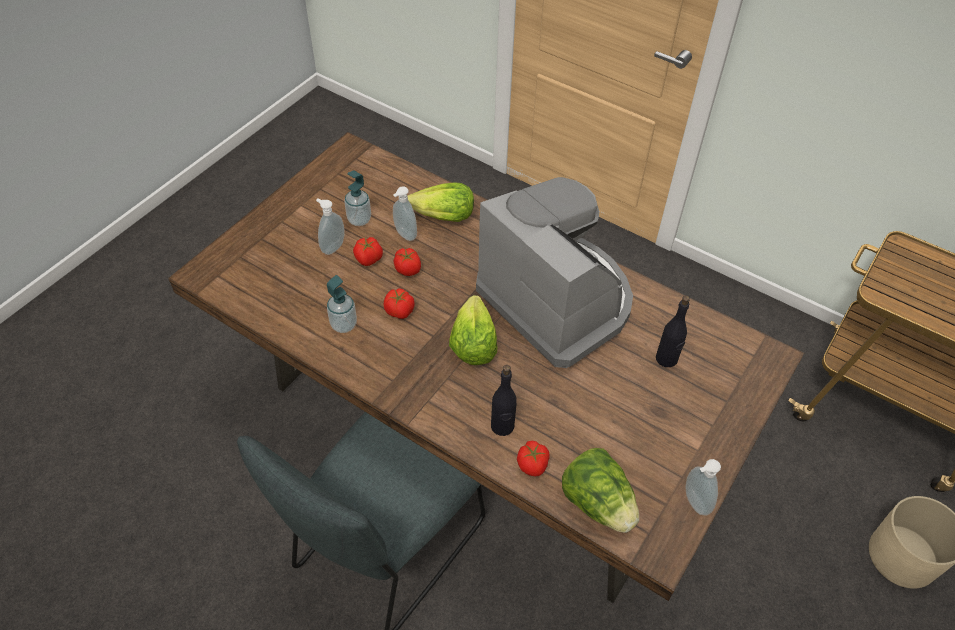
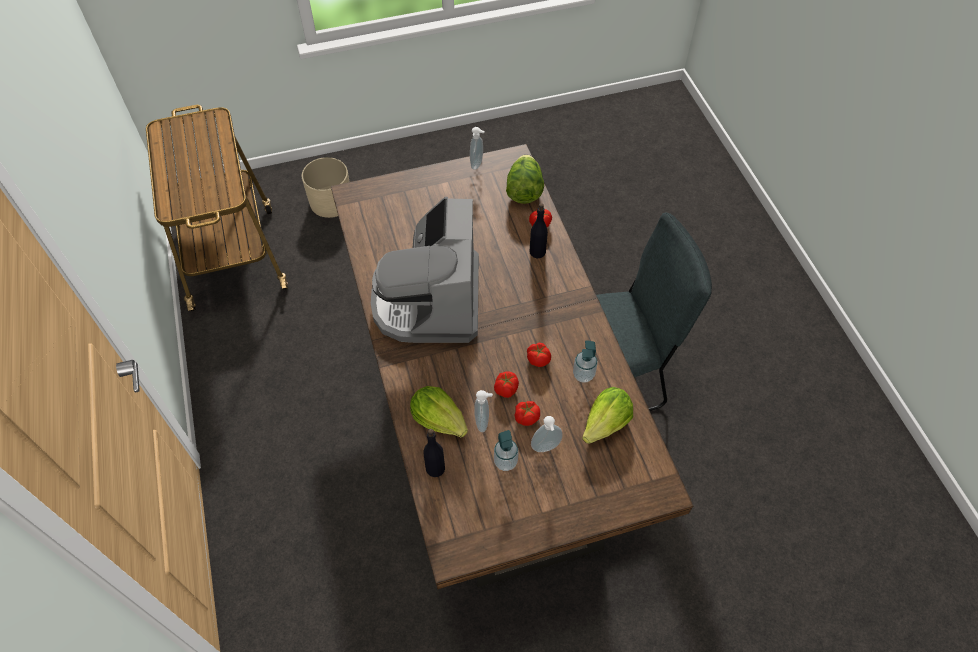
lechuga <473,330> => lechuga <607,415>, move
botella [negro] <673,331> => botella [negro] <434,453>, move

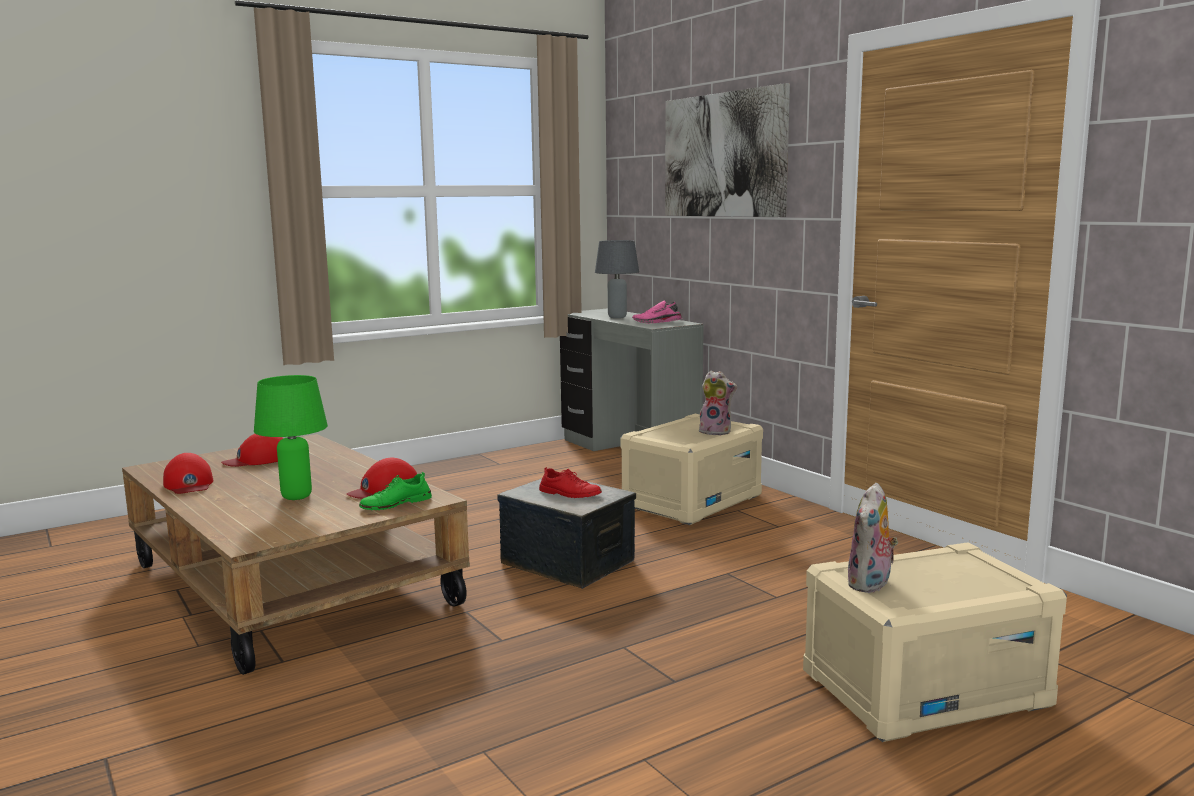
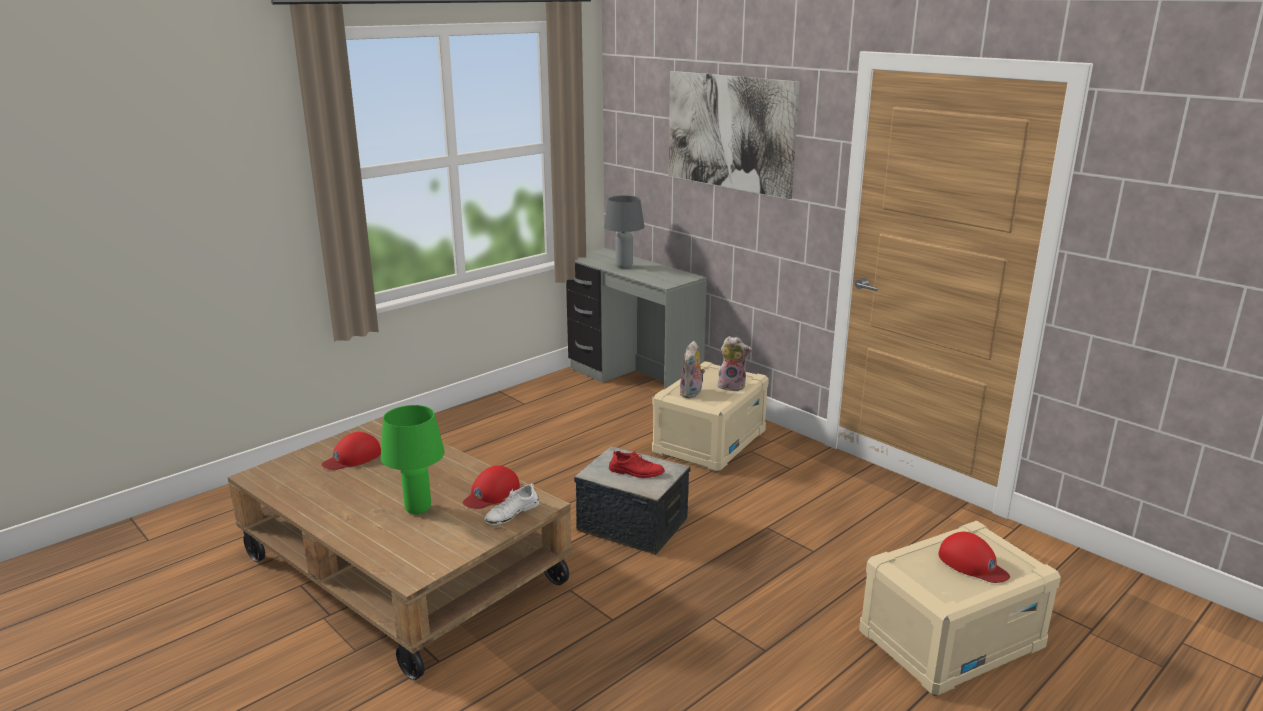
gorra [rojo] <188,473> => gorra [rojo] <974,557>, move
zapato [verde] <395,491> => zapato [blanco] <511,504>
zapato [rosa] <657,312> => nothing
peluche <873,537> => peluche <692,369>, move

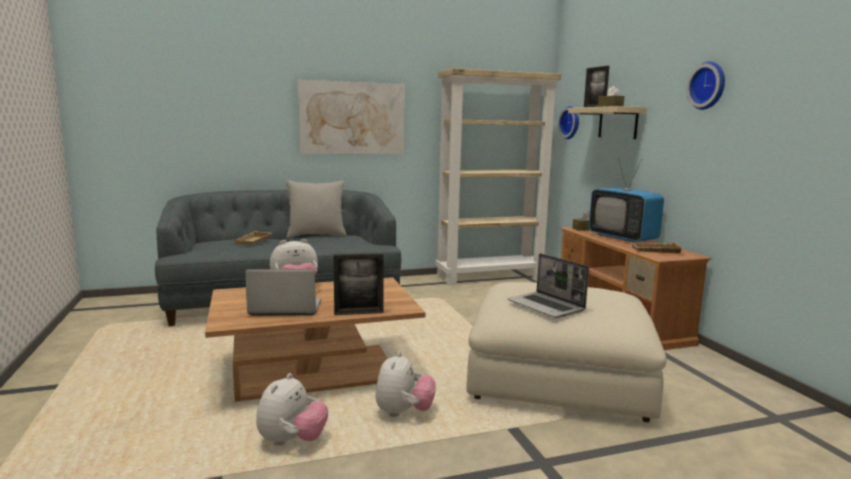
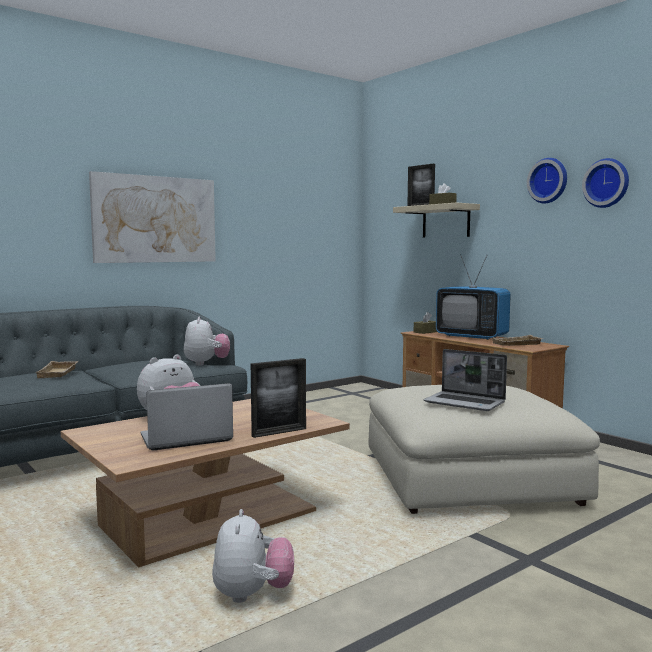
cojín [gris] <316,209> => nothing
peluche <405,384> => peluche <207,341>, move
estantería [beis] <498,176> => nothing
reloj de pared <568,122> => reloj de pared <605,183>, move

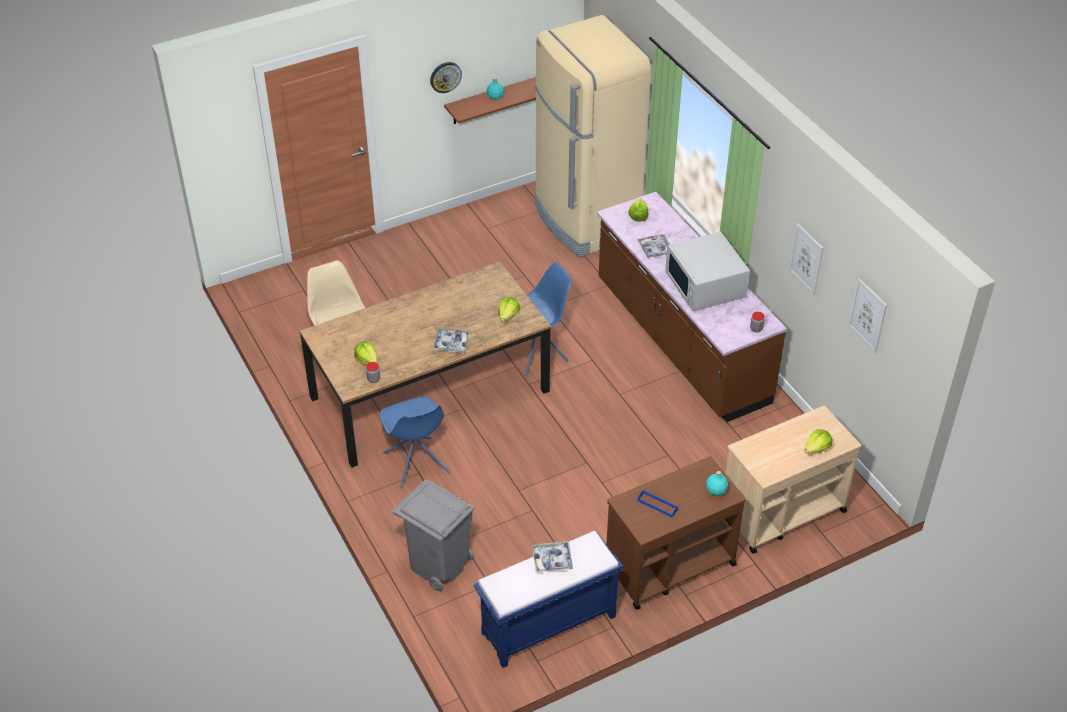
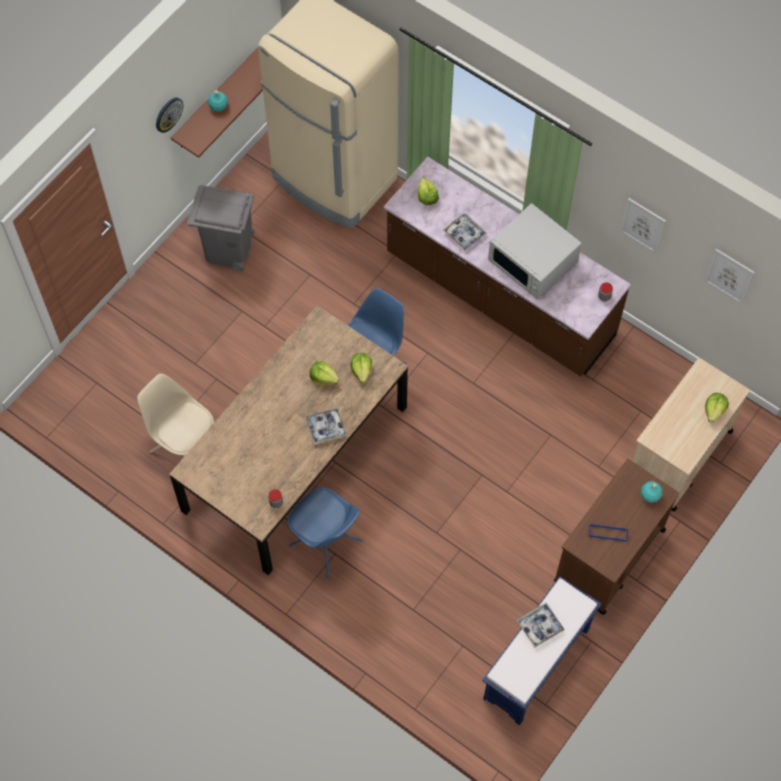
lechuga <365,353> => lechuga <325,373>, move
papelera [gris] <434,535> => papelera [gris] <221,228>, move

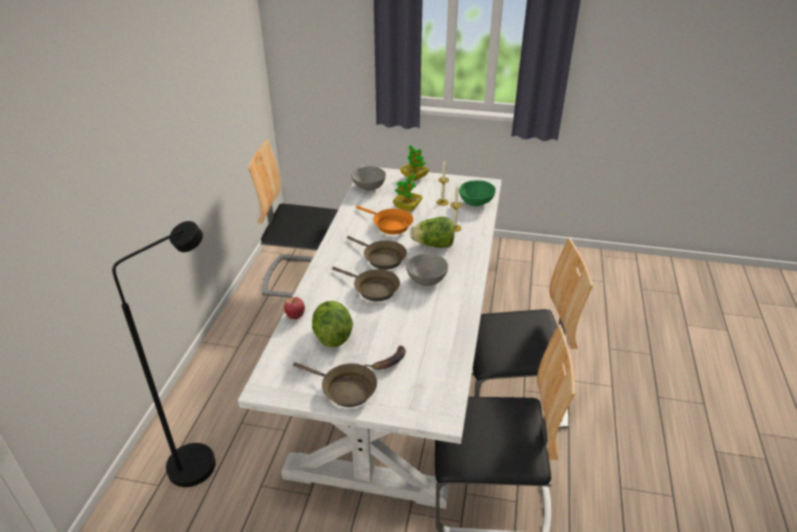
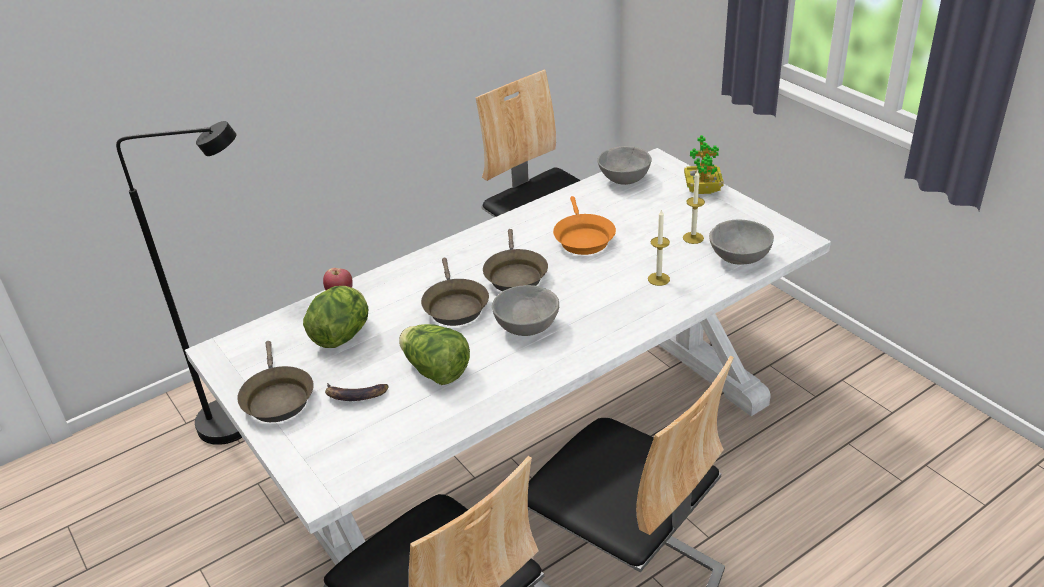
planta en maceta <407,192> => nothing
lechuga <432,232> => lechuga <434,354>, move
cuenco [verde] <477,193> => cuenco [gris] <741,242>

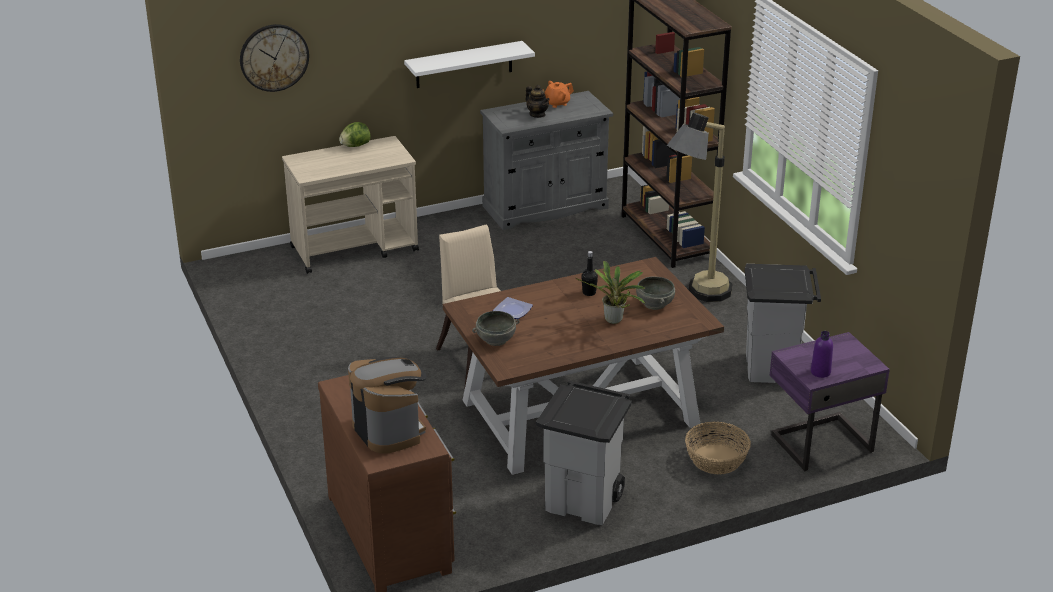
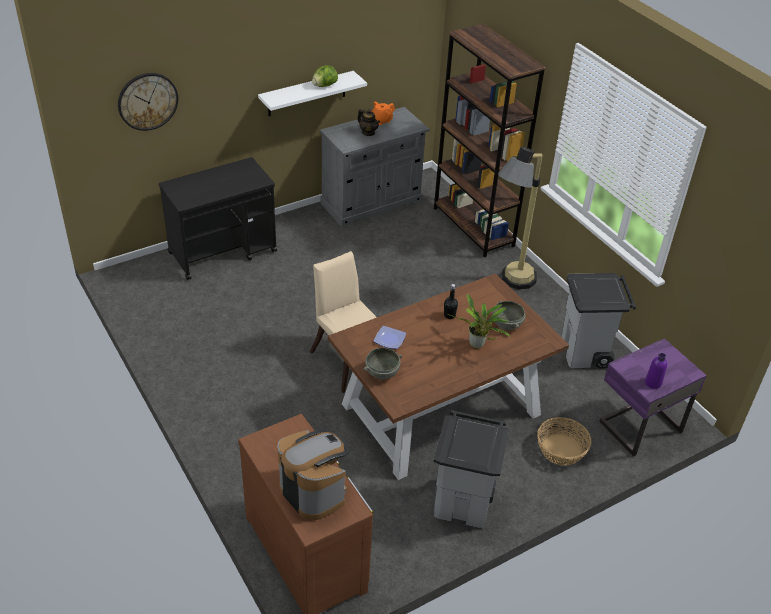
carrito [beis] <350,205> => carrito [negro] <218,218>
lechuga <355,134> => lechuga <325,76>, move

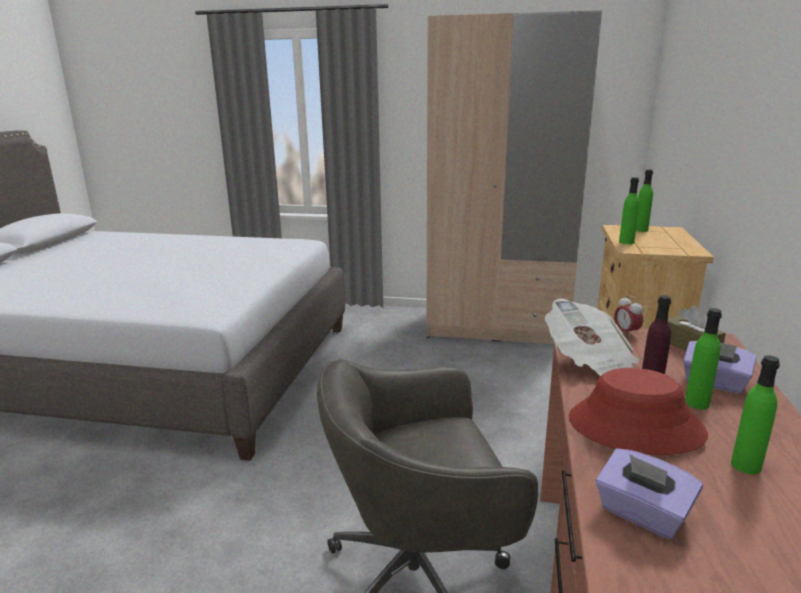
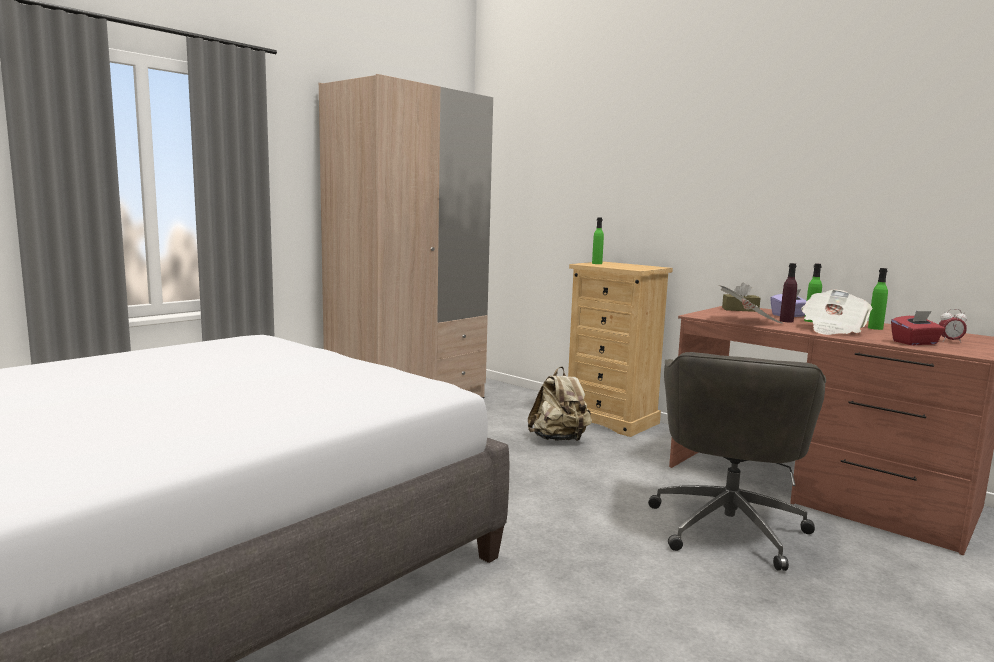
sombrero [rojo] <638,411> => periódico <837,312>
caja de pañuelos [morado] <649,494> => caja de pañuelos [rojo] <918,328>
despertador <628,316> => despertador <953,326>, move
botella [verde] <629,210> => nothing
nothing => mochila [beis] <560,404>

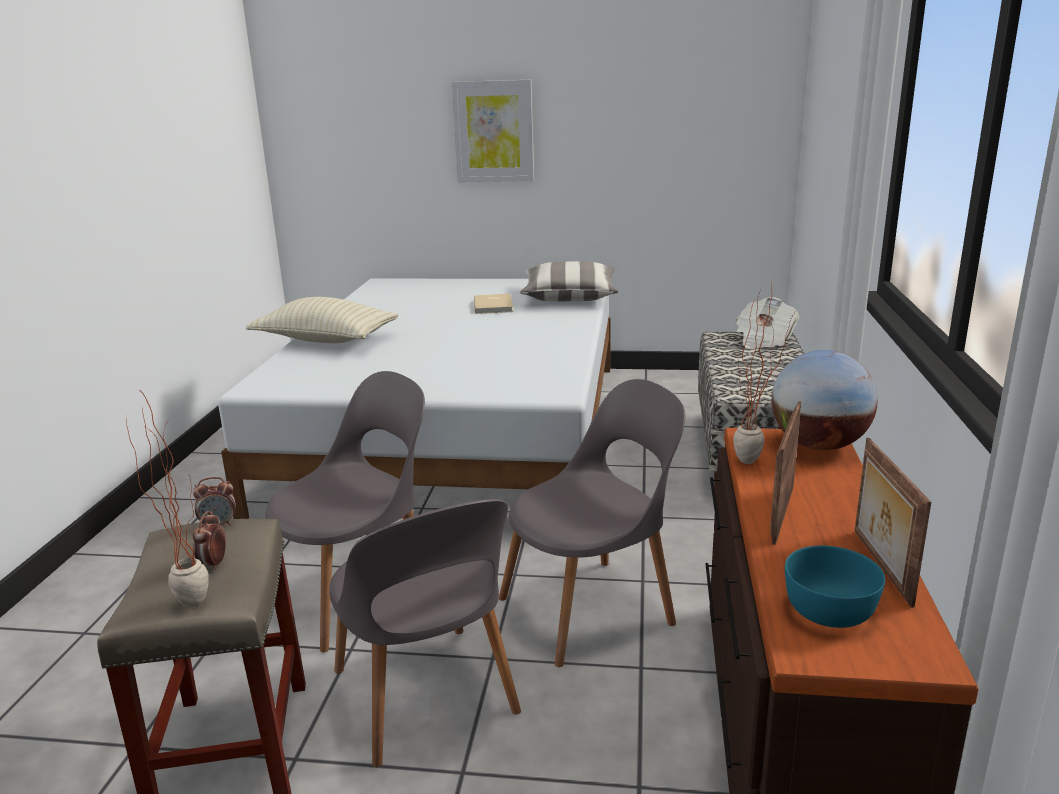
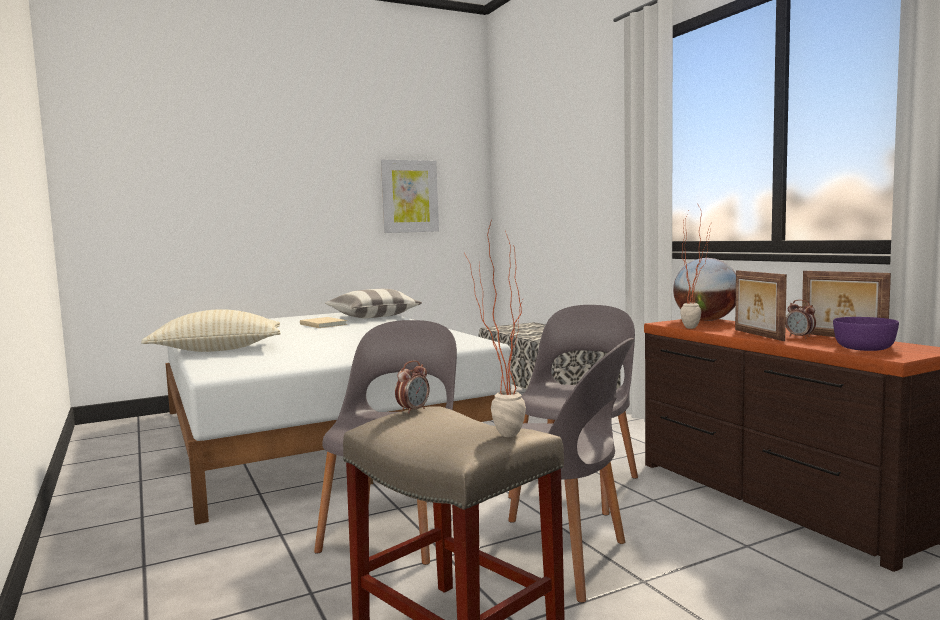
despertador <209,540> => despertador <801,319>, move
cuadro <493,131> => cuadro <410,196>, move
periódico <768,323> => nothing
cuenco [turquesa] <835,587> => cuenco [morado] <866,334>

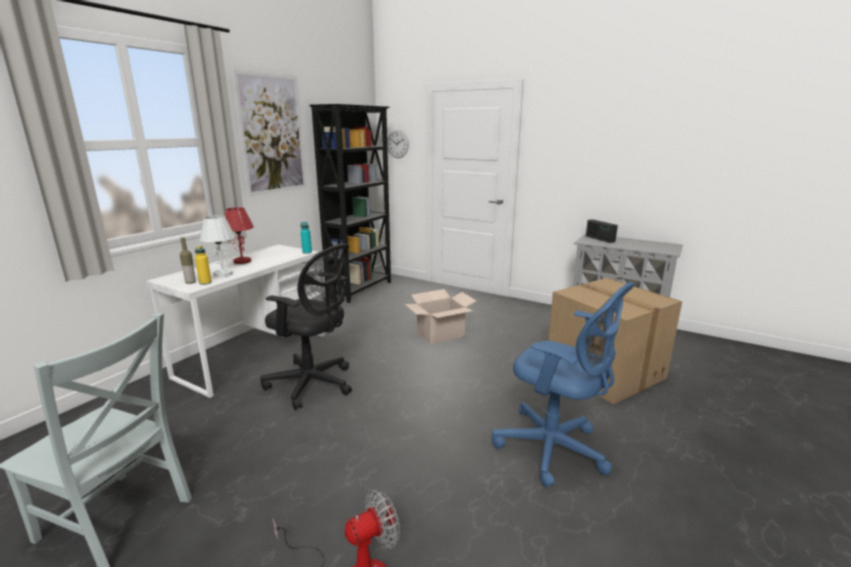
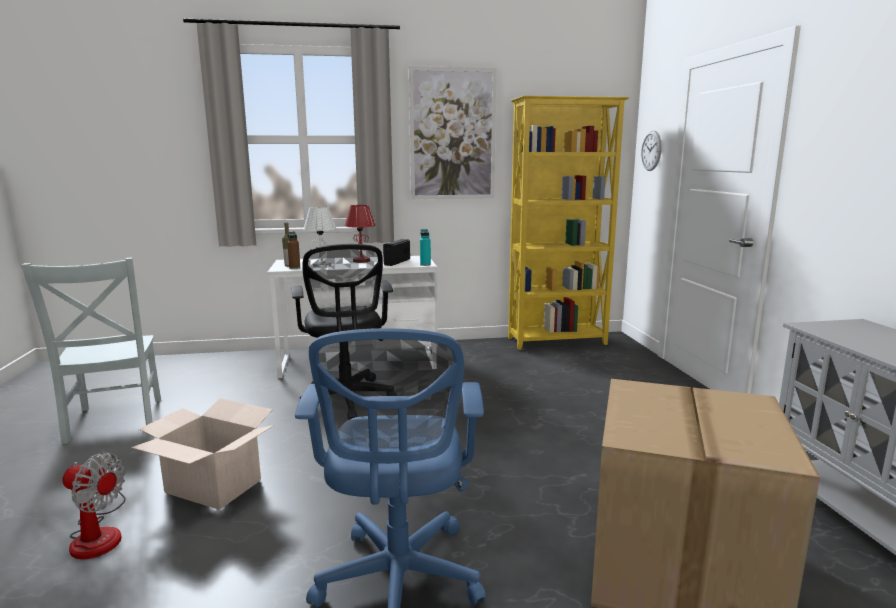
botella [amarillo] <203,265> => botella [marrón] <293,250>
estantería [negro] <350,203> => estantería [amarillo] <569,223>
caja de cartón <440,316> => caja de cartón <202,454>, move
radio <602,231> => radio <396,252>, move

